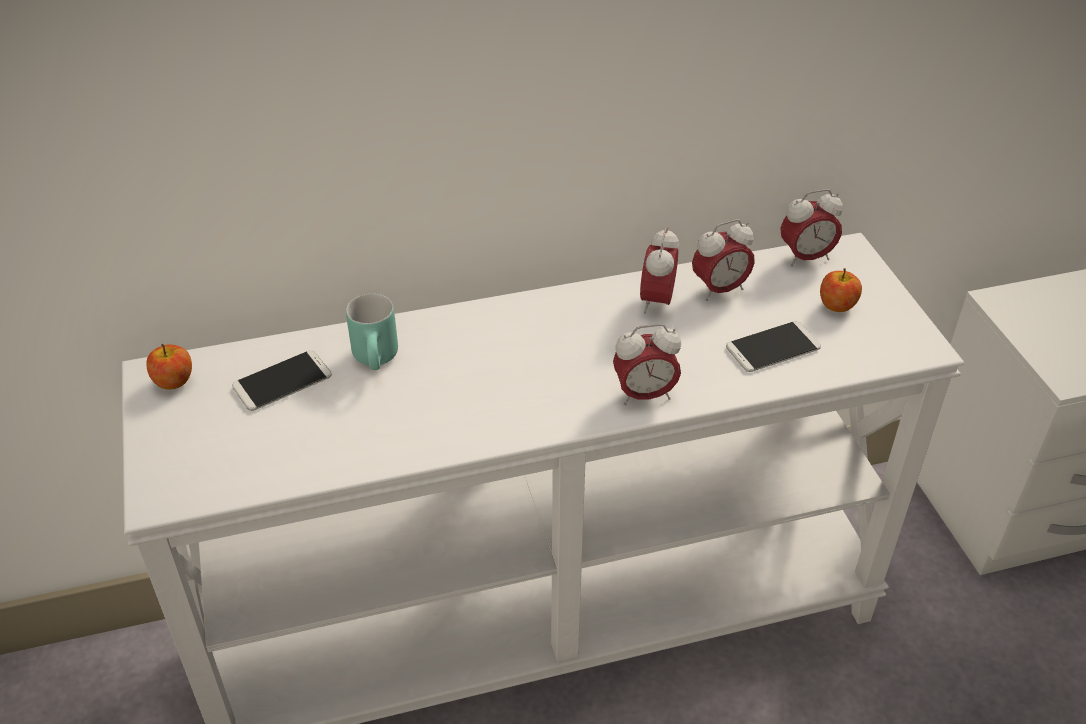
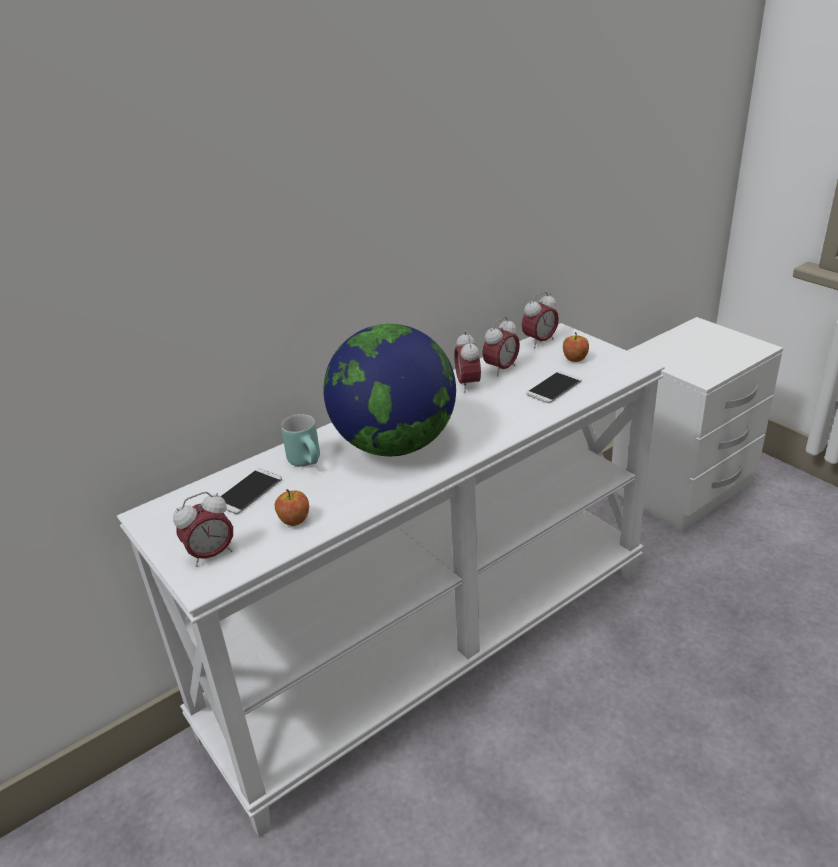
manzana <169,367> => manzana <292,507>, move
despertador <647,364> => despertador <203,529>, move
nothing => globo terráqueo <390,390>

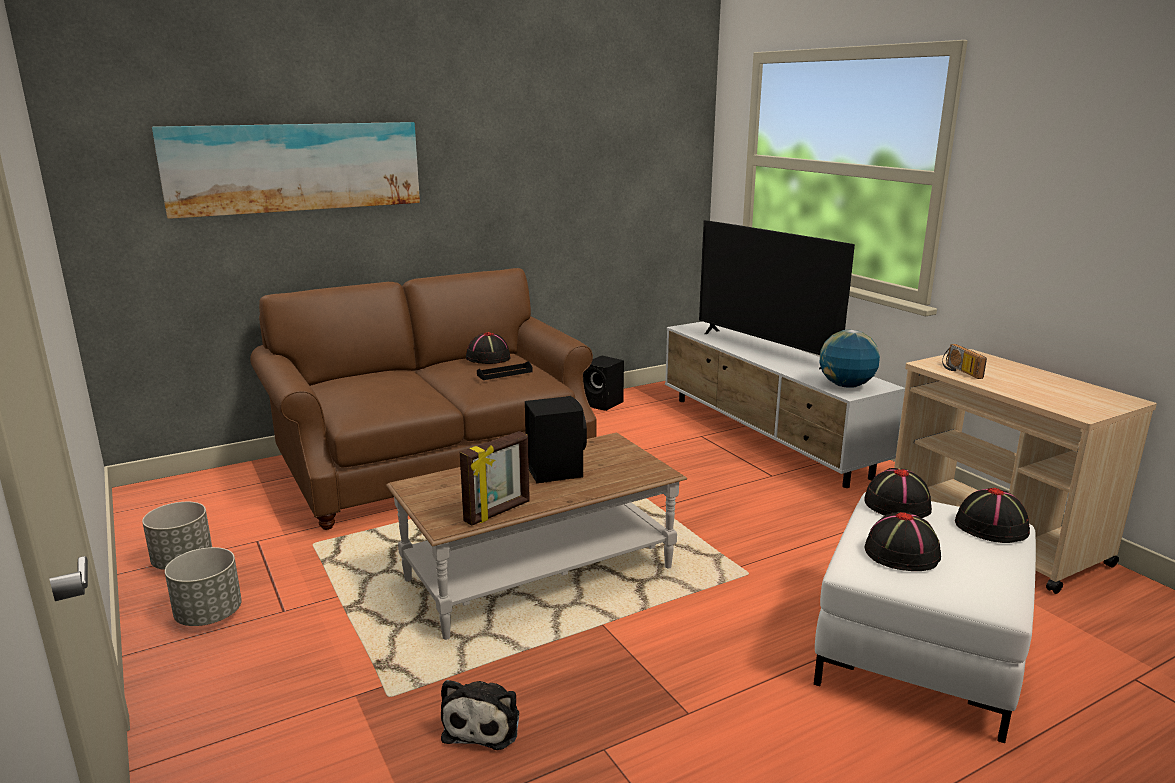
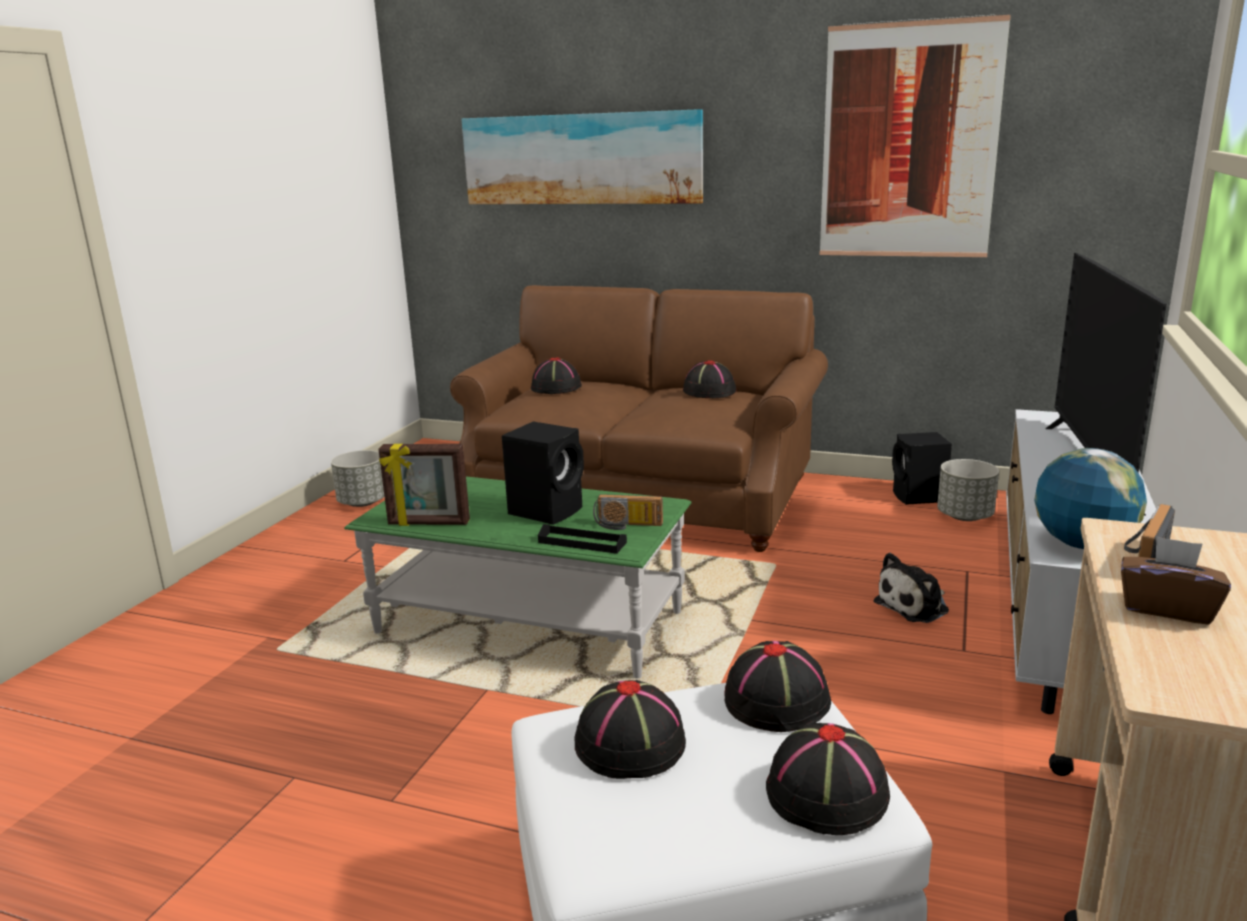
maceta [gris] <203,586> => maceta [gris] <968,490>, move
mesa de centro [marrón] <536,536> => mesa de centro [verde] <518,577>
peluche <480,715> => peluche <911,588>, move
bandeja [negro] <505,370> => bandeja [negro] <582,539>, move
nothing => sombrero [negro] <556,375>
nothing => radio <628,512>
nothing => cuadro <915,136>
nothing => caja de pañuelos [marrón] <1176,580>

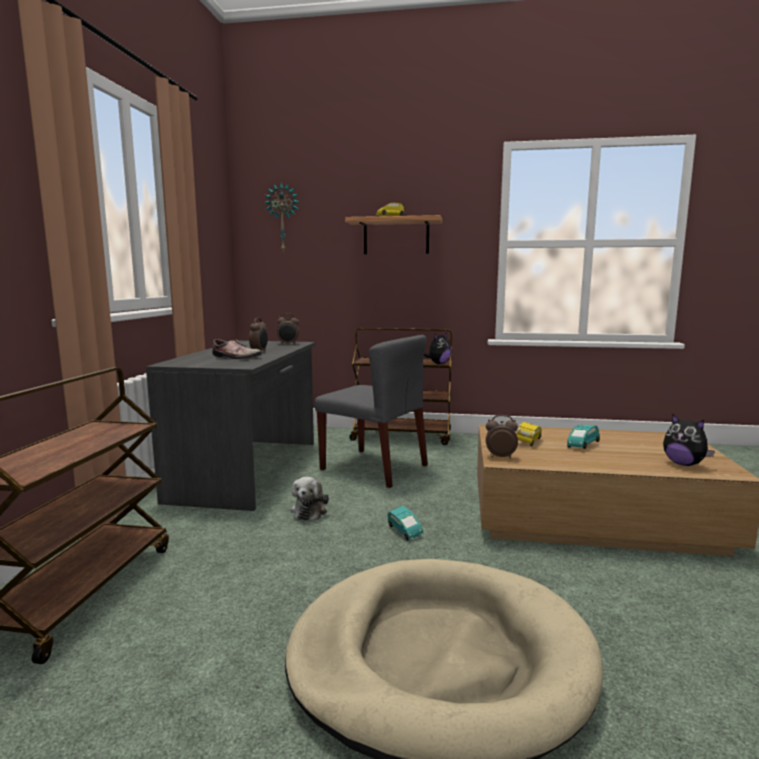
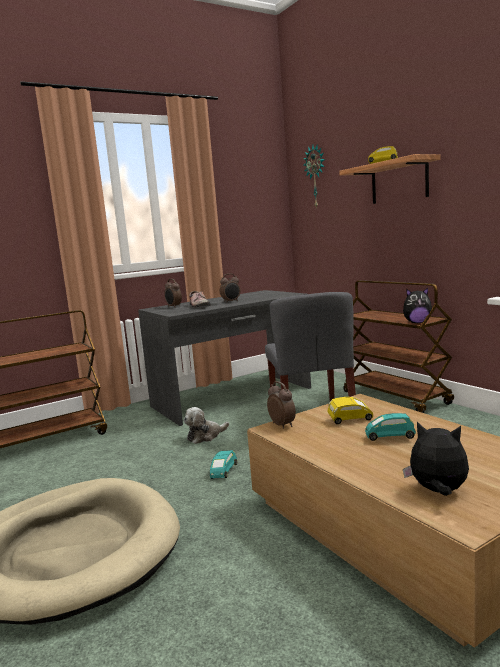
despertador <288,328> => despertador <173,293>, move
peluche <689,440> => peluche <436,459>, 105 degrees clockwise

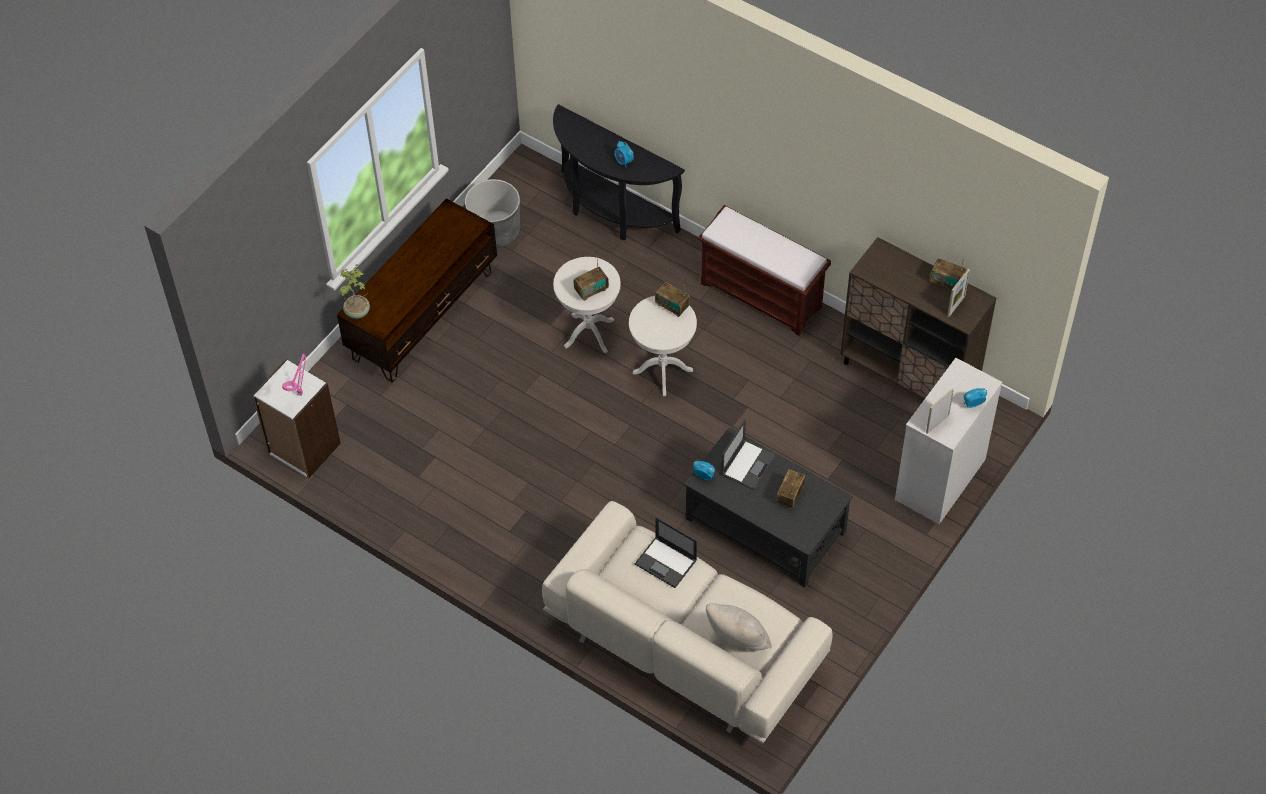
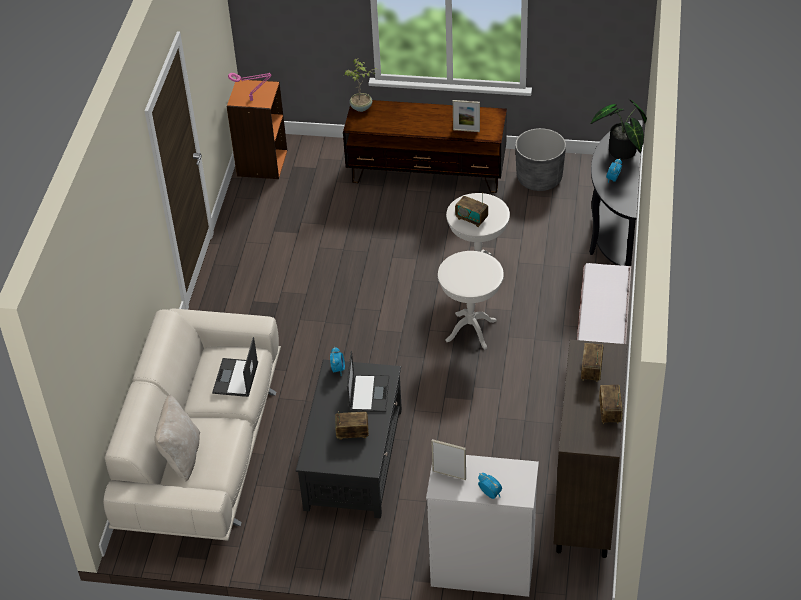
estantería [blanco] <296,419> => estantería [naranja] <256,128>
radio <672,299> => radio <592,362>, move
portátil <749,454> => portátil <368,381>, 90 degrees counterclockwise
portarretratos <958,293> => portarretratos <466,116>, move
nothing => planta en maceta <619,129>

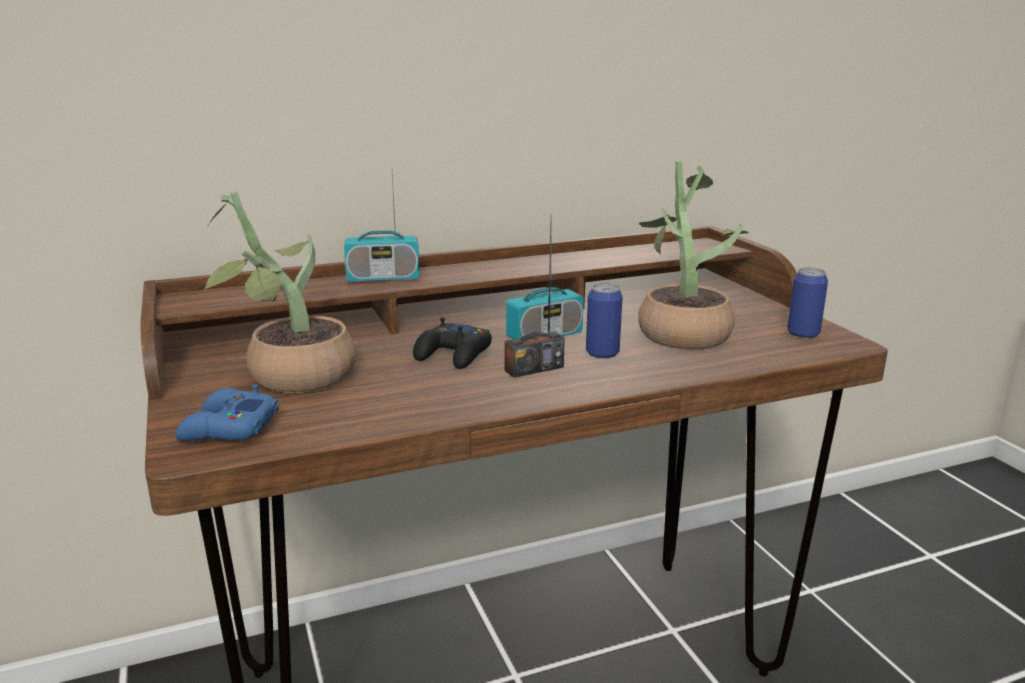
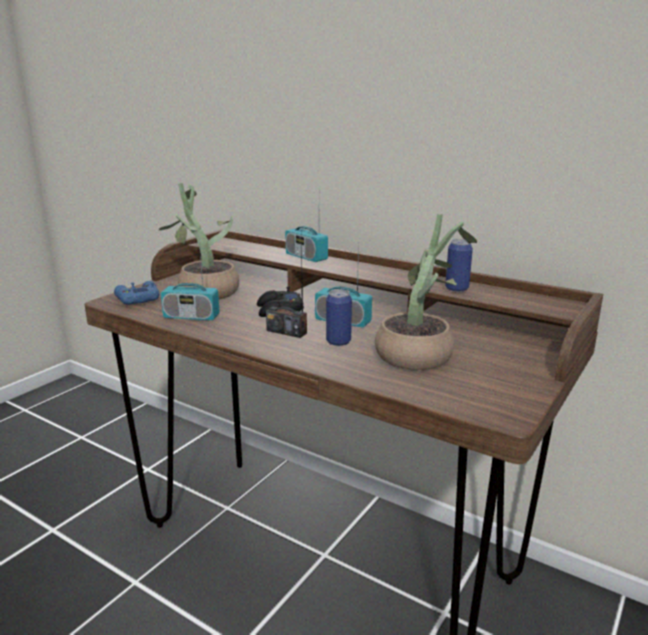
lata <807,303> => lata <459,265>, move
nothing => radio <190,281>

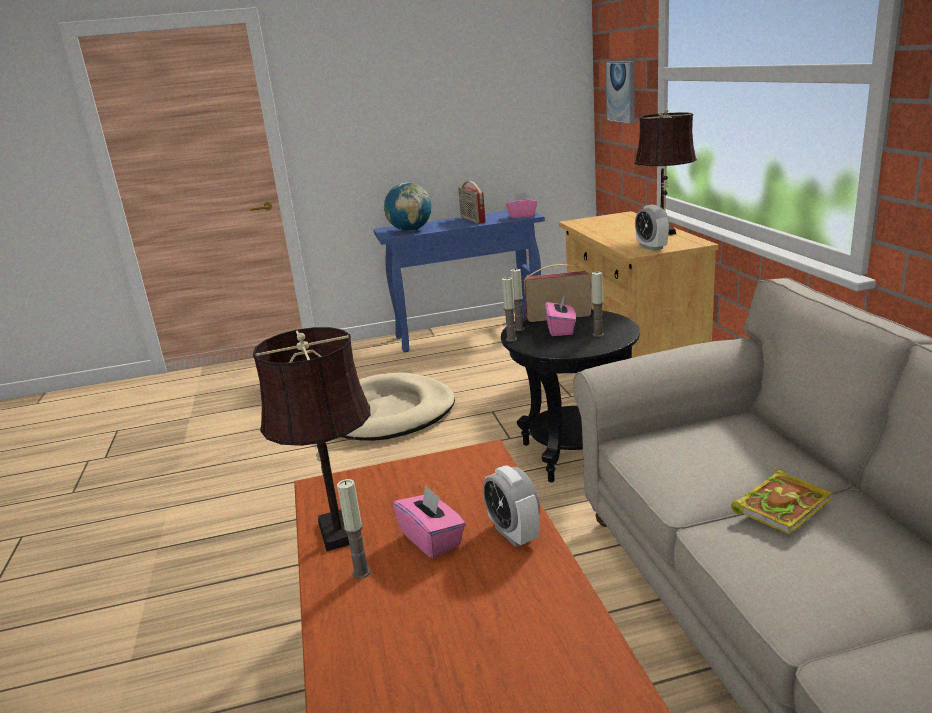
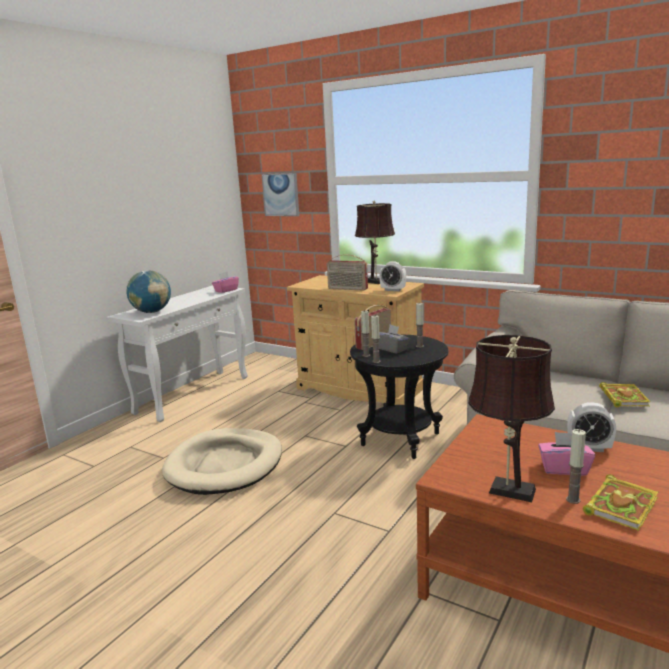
mesa consola [azul] <459,281> => mesa consola [blanco] <177,353>
radio <472,202> => radio <347,272>, move
caja de pañuelos [rosa] <560,316> => caja de pañuelos [gris] <394,339>
nothing => libro <621,502>

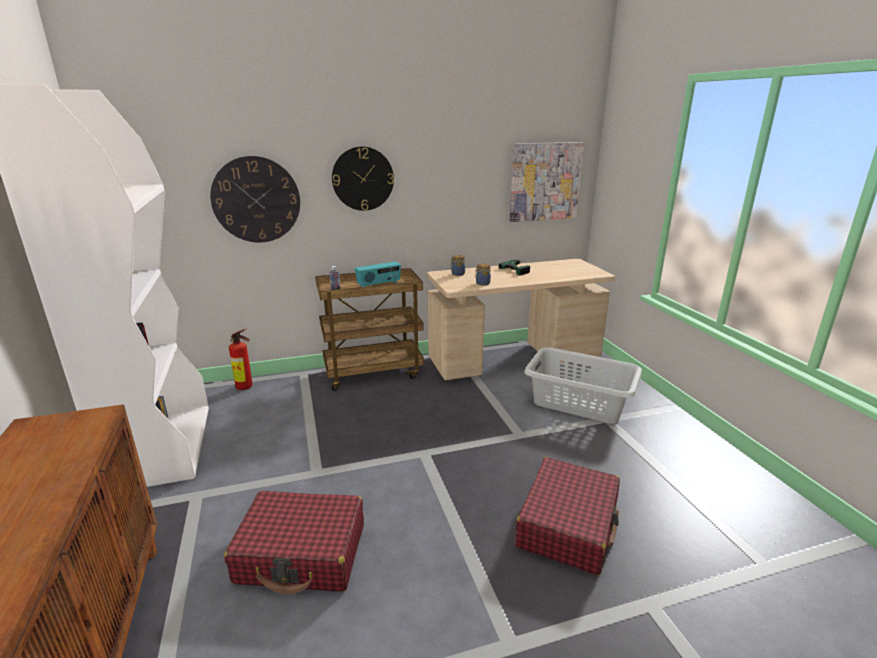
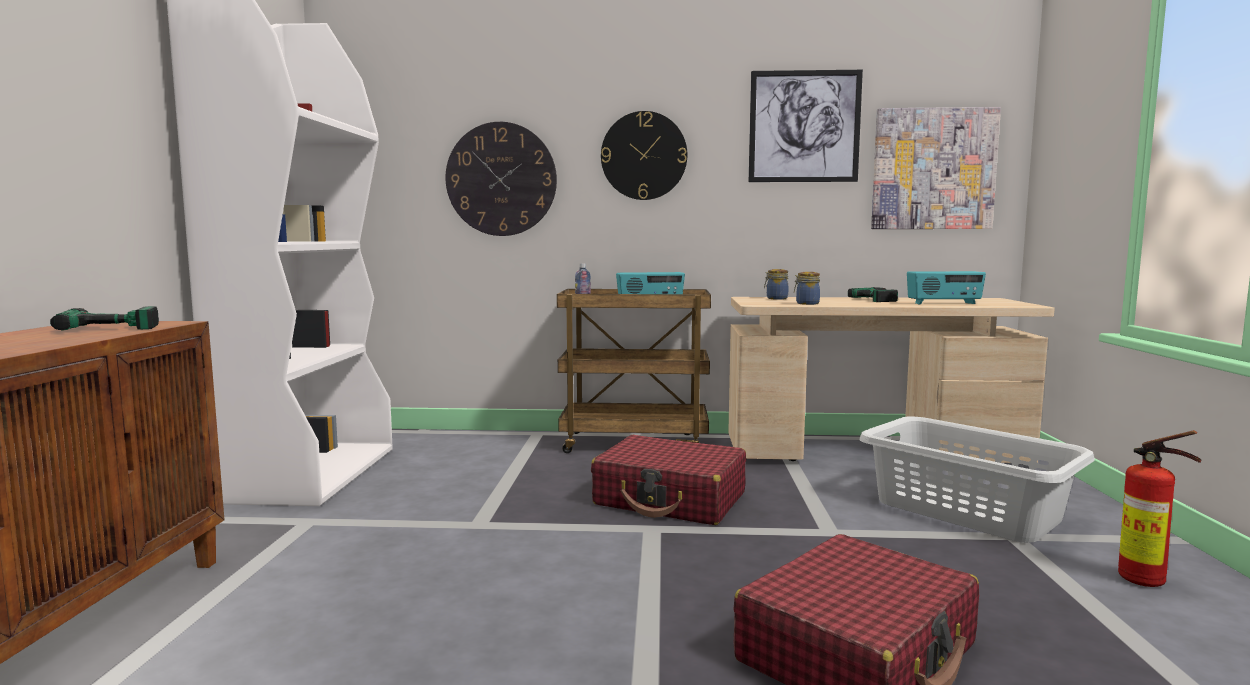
maleta [rojo] <294,542> => maleta [rojo] <668,480>, move
extintor <241,359> => extintor <1159,508>, move
nothing => taladro <104,318>
nothing => cuadro <806,126>
nothing => radio <946,287>

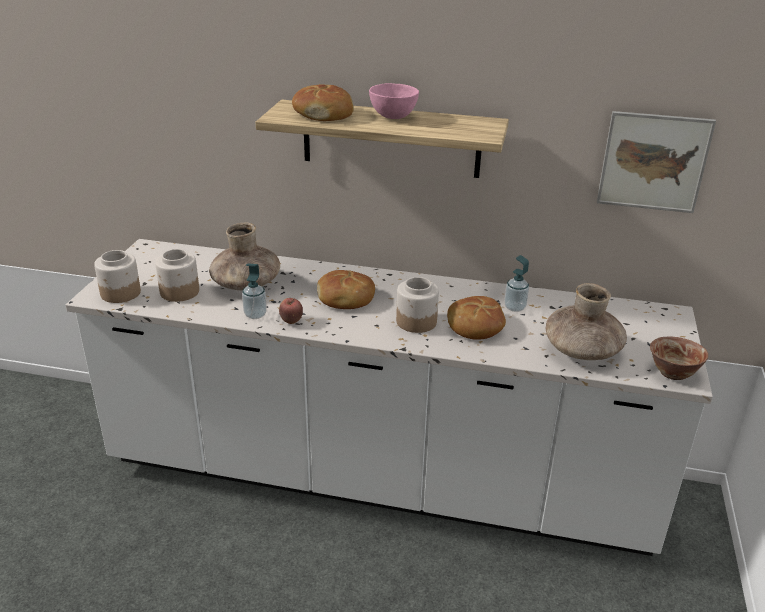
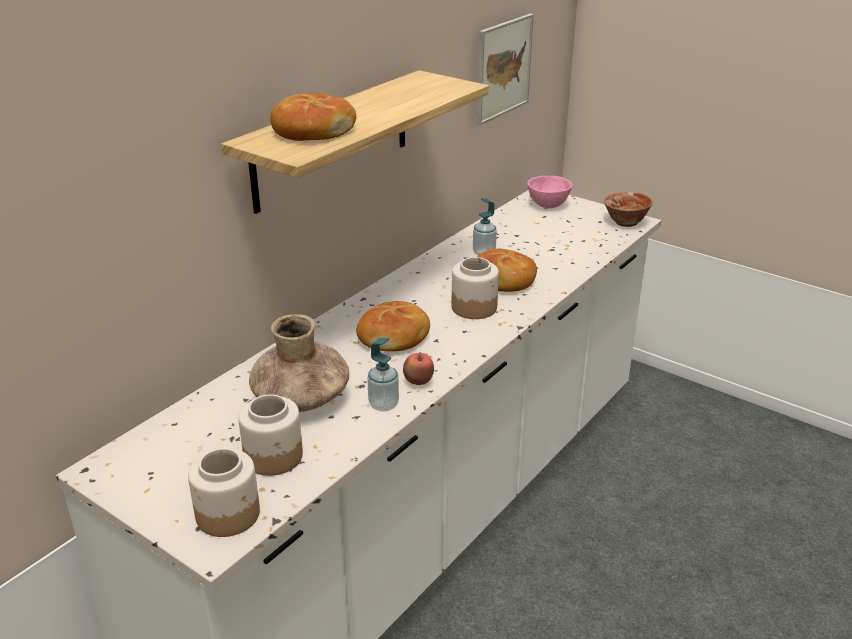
cuenco [rosa] <394,101> => cuenco [rosa] <549,192>, move
florero [marrón] <586,321> => nothing

